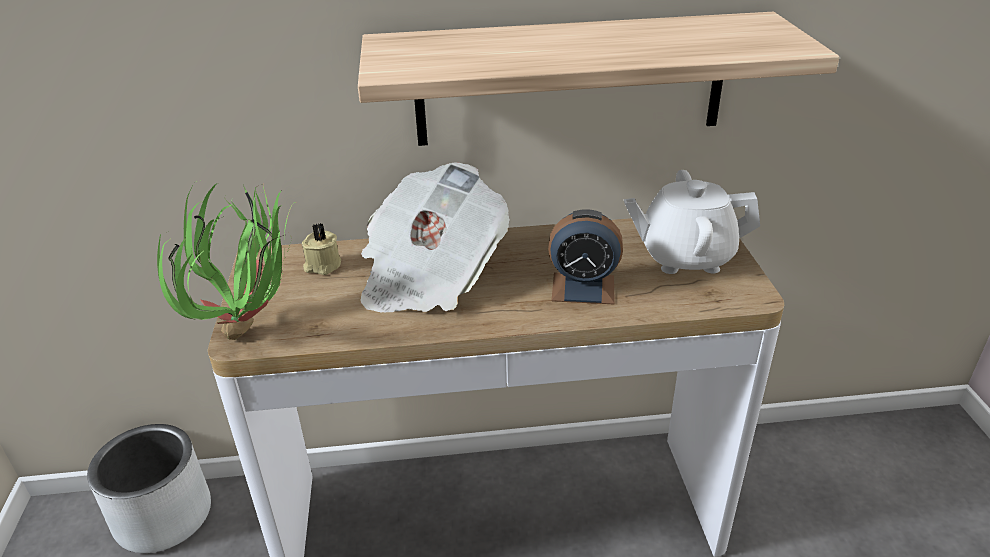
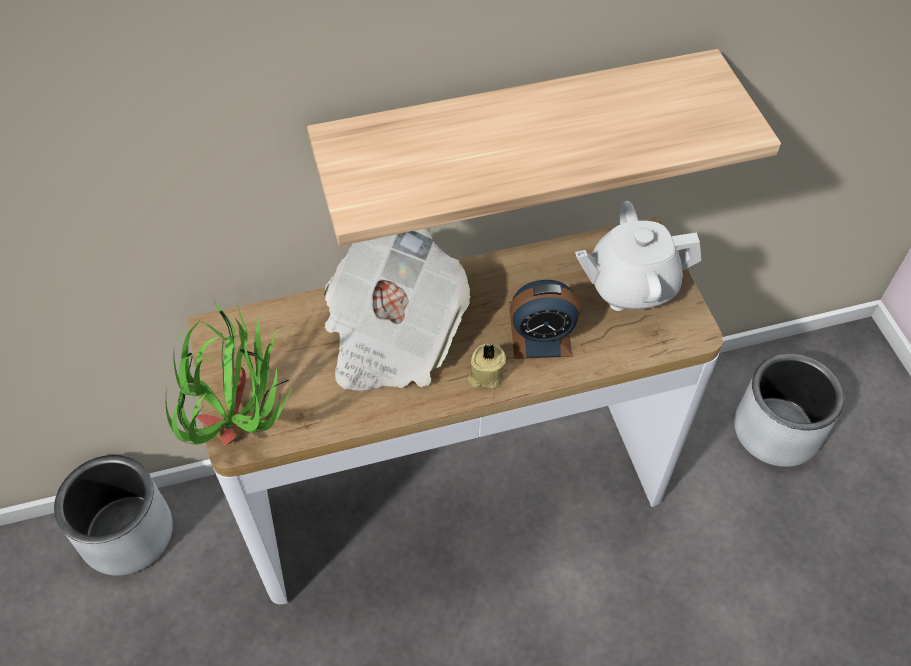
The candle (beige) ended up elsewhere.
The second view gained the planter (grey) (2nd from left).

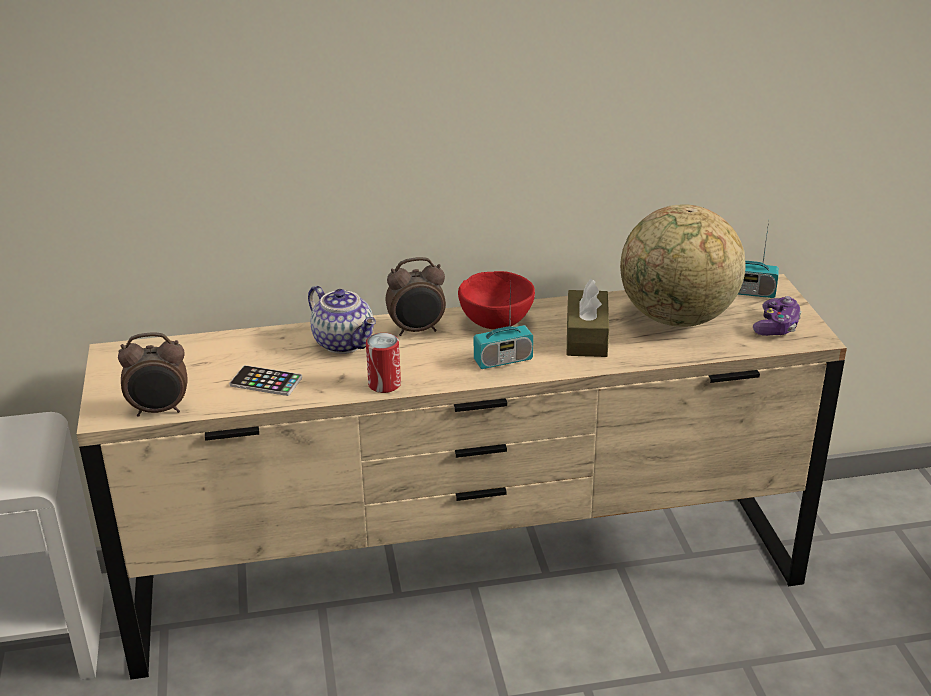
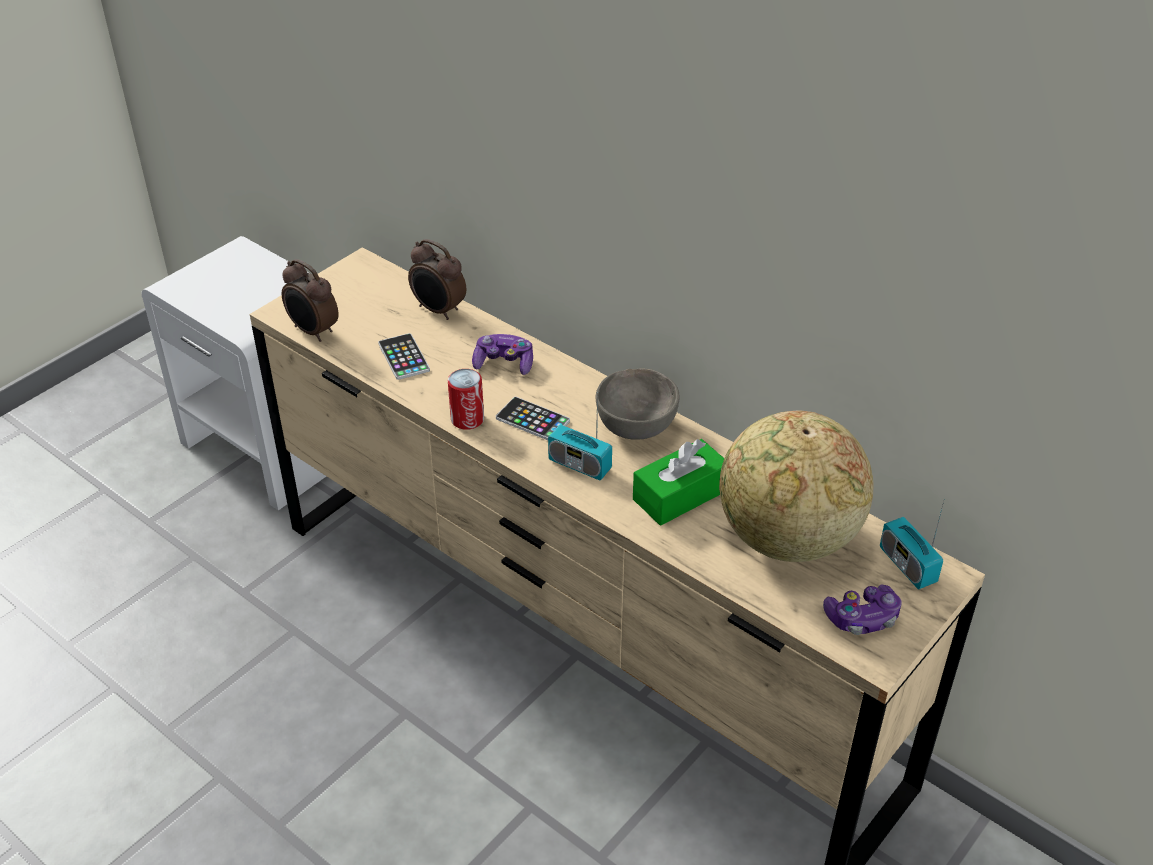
Where the teapot stood, the game controller (1st from left) came to stand.
The alarm clock (2nd from left) ended up elsewhere.
What was the bowl (red) turned into the bowl (grey).
What was the tissue box (brown) turned into the tissue box (green).
The second view gained the phone (2nd from left).

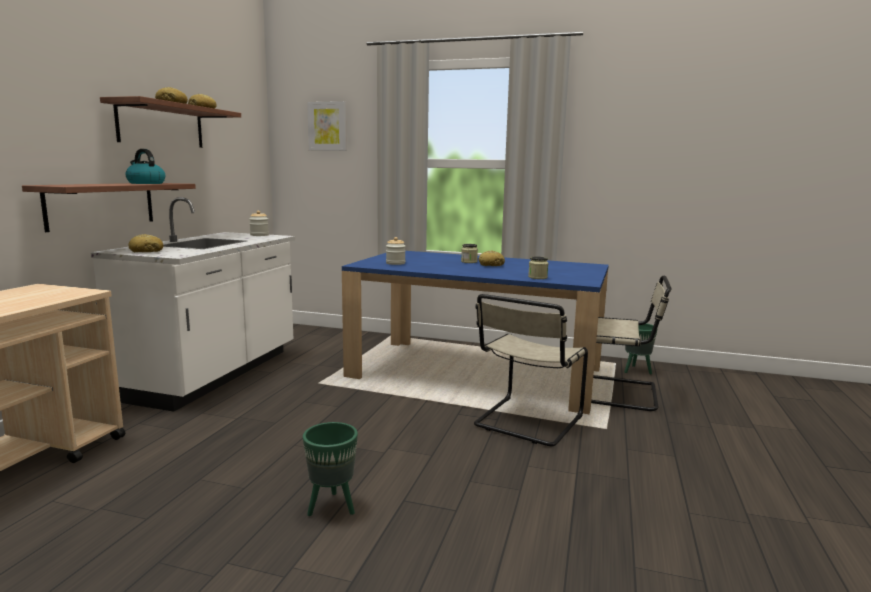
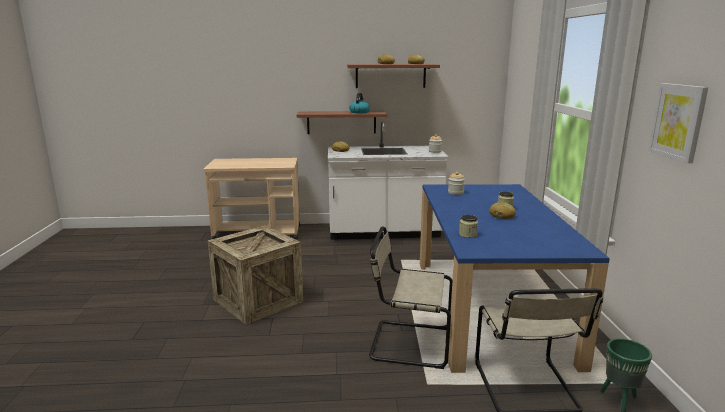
Where the planter (green) (1st from left) stood, the crate came to stand.
The picture ended up elsewhere.

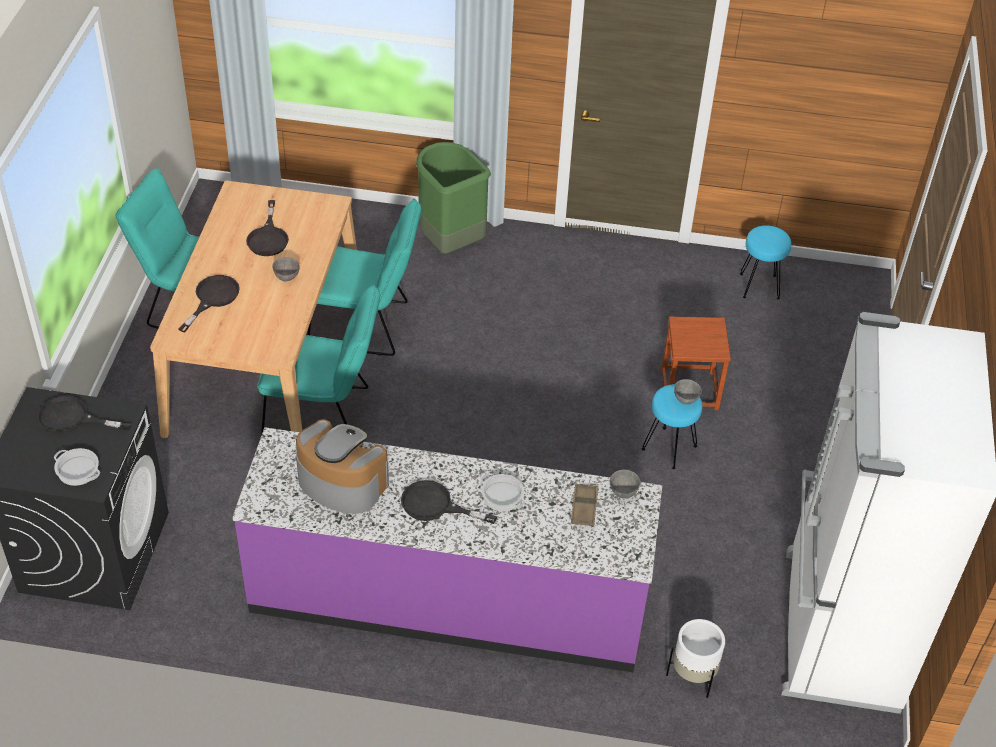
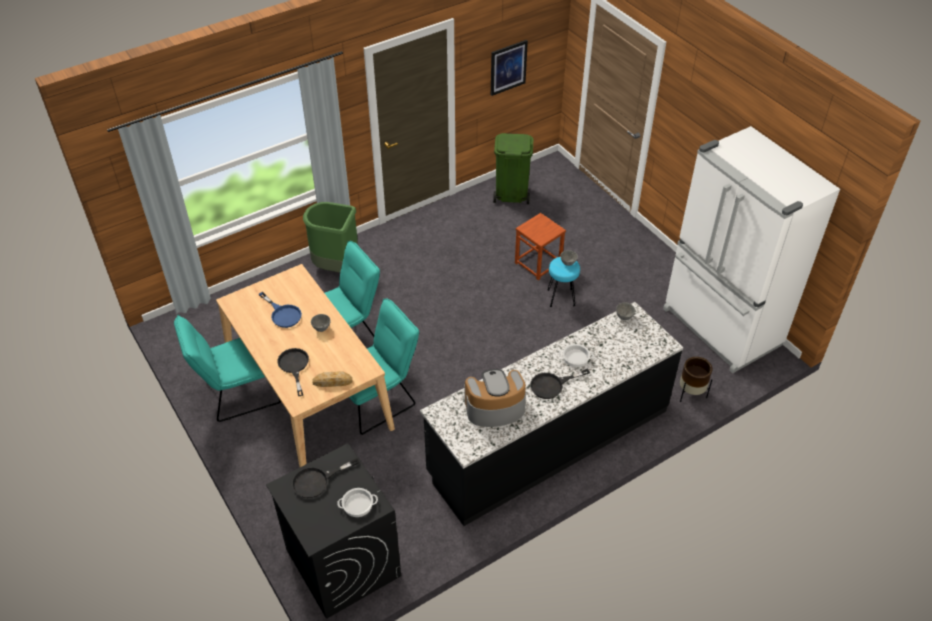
What was the counter (purple) turned into the counter (black).
What was the frying pan (black) (3rd from left) turned into the frying pan (blue).
The second view lost the tray (brown).
What was the planter (white) turned into the planter (brown).
Where the stool (turquoise) (2nd from left) stood, the trash can (green) (2nd from left) came to stand.
The second view gained the bread.
The second view gained the picture.

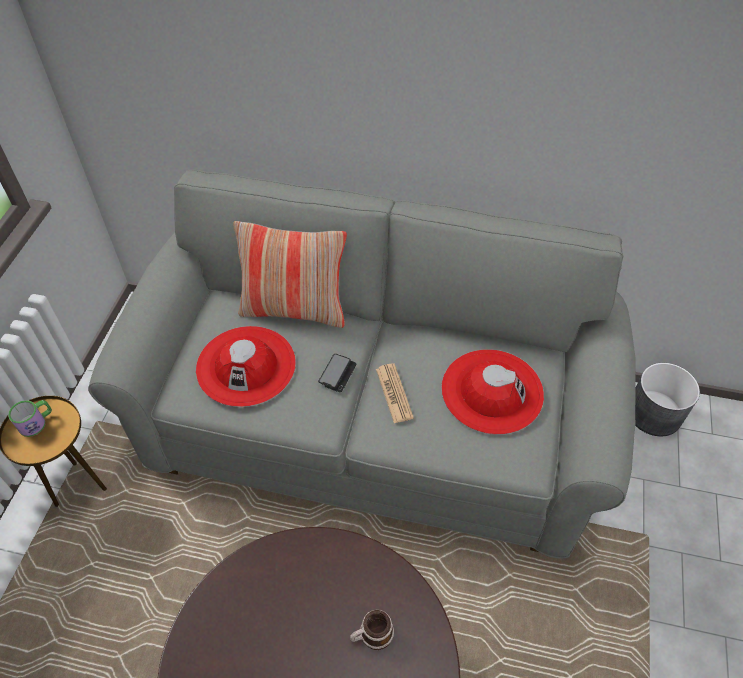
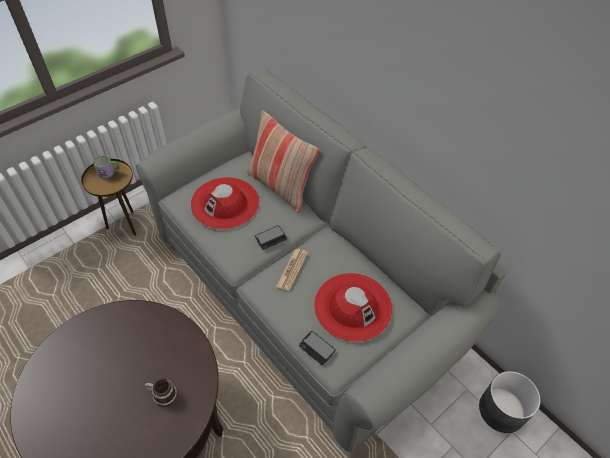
The second view gained the phone (2nd from left).

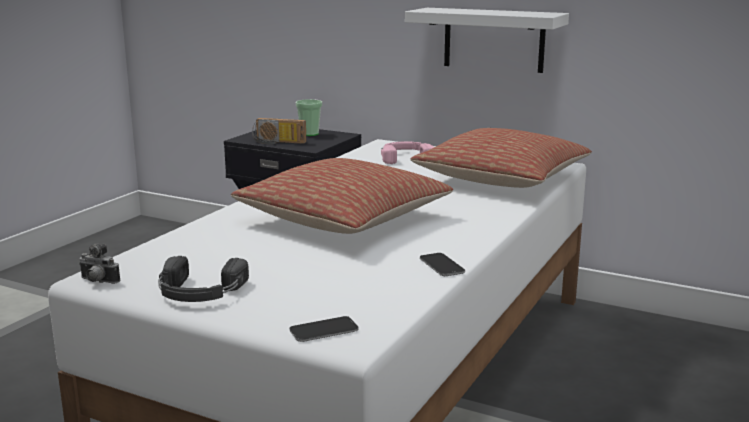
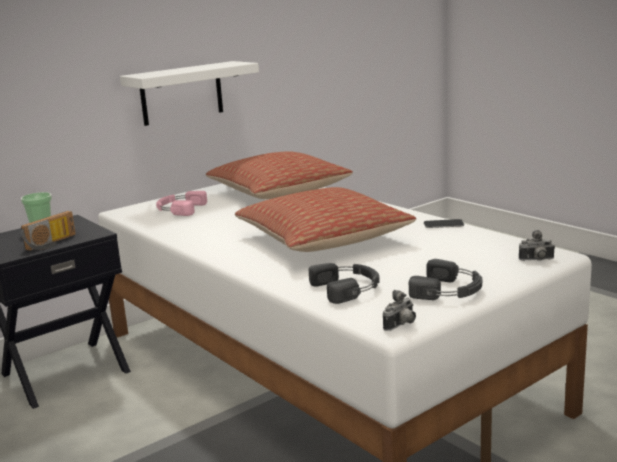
Where the phone (1st from left) stood, the photo camera (2nd from left) came to stand.
The second view gained the headphones (black) (1st from left).

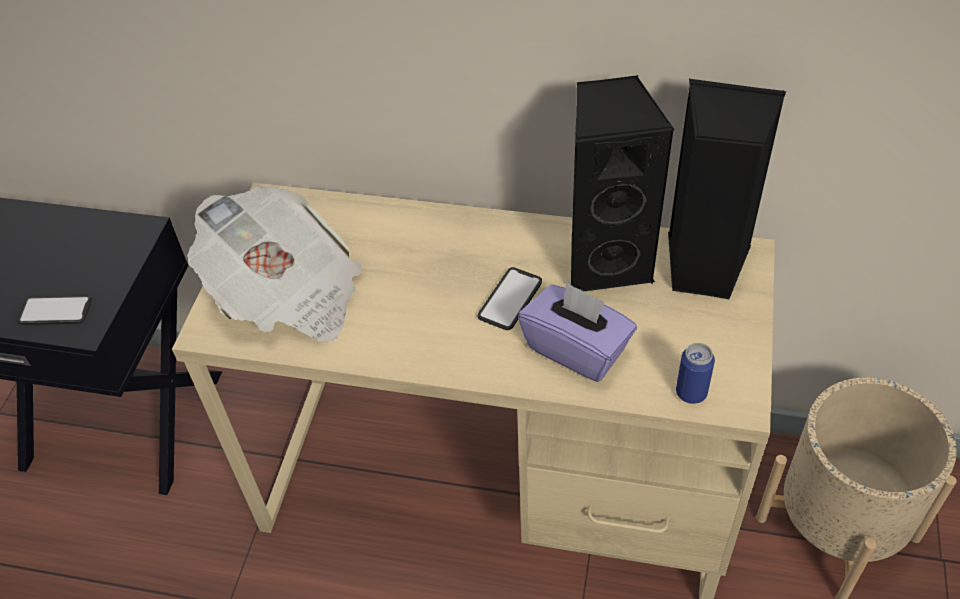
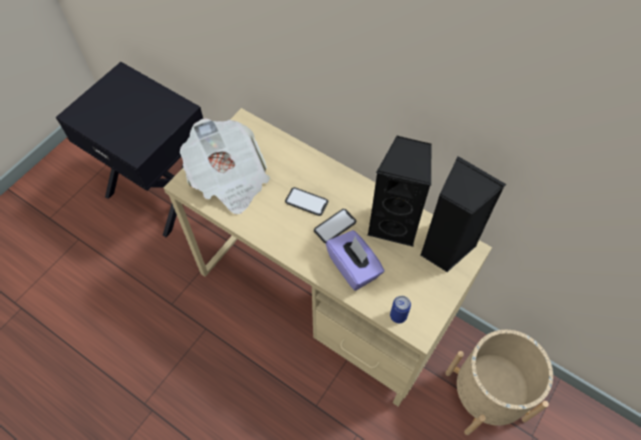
The phone (1st from left) ended up elsewhere.

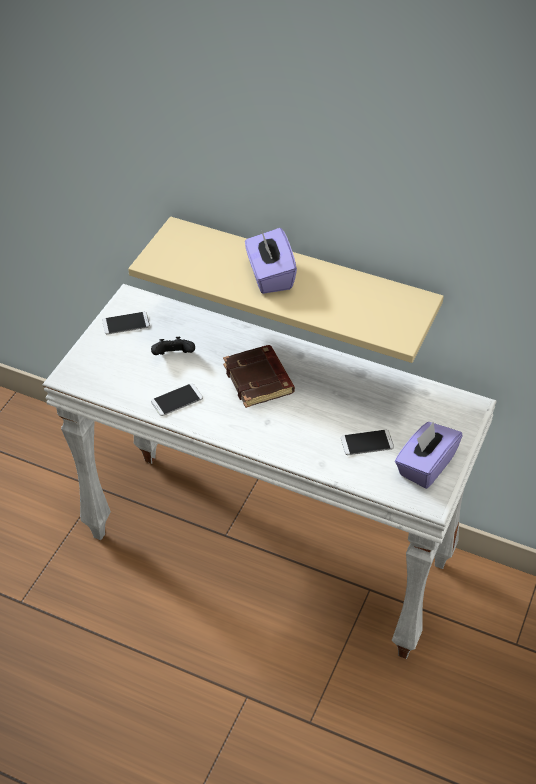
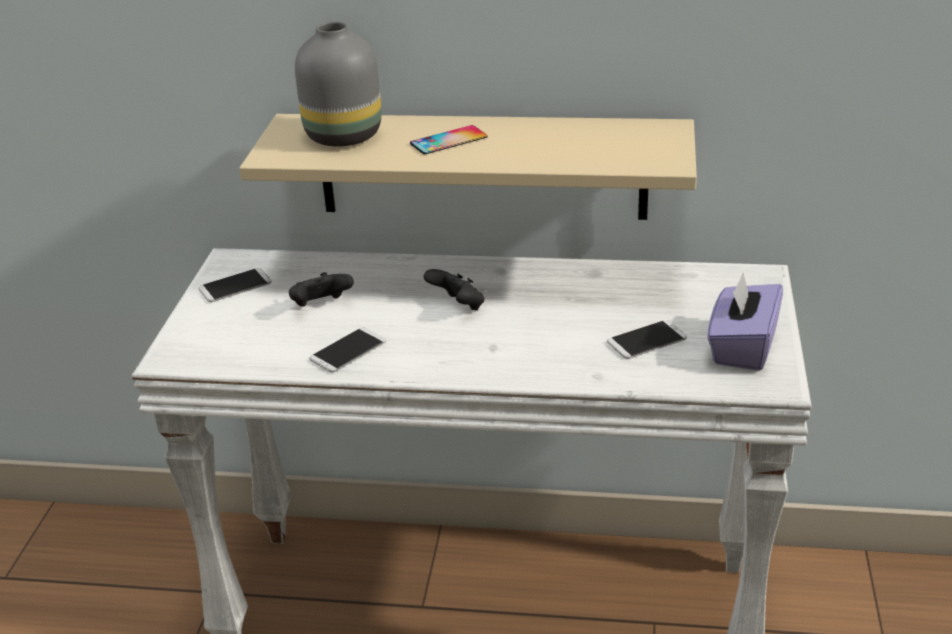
Where the book (brown) stood, the game controller (black) (2nd from left) came to stand.
Where the tissue box (purple) (1st from left) stood, the phone (3rd from left) came to stand.
The second view gained the vase (grey).

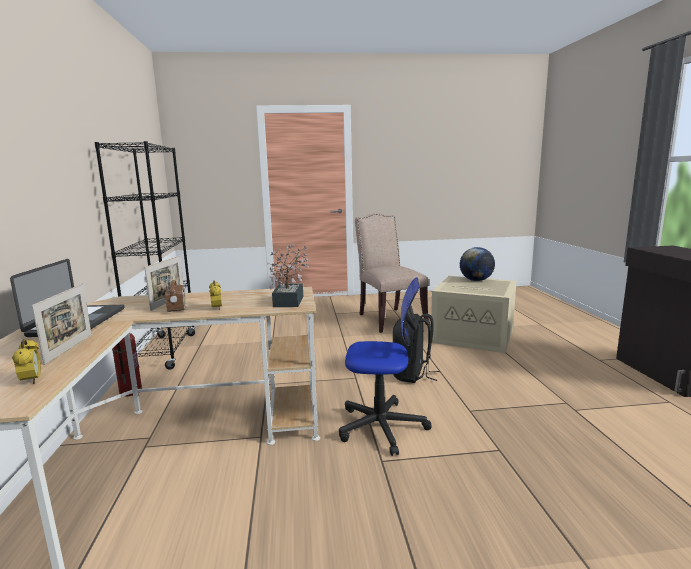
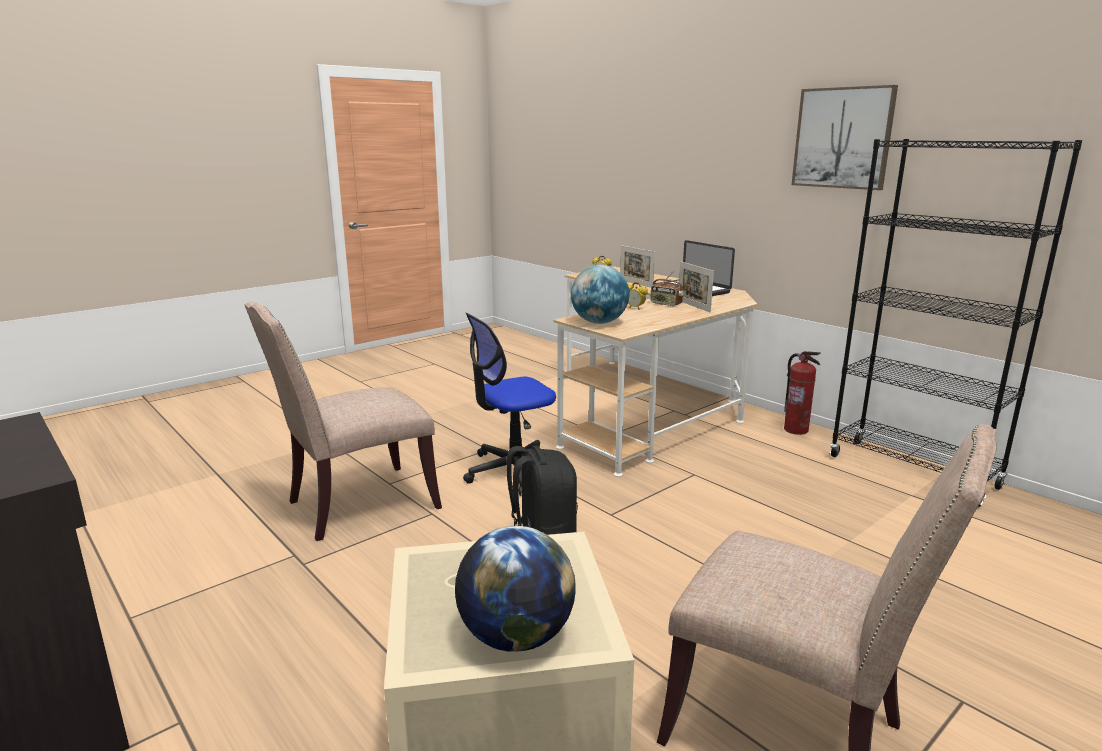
Where the potted plant stood, the globe (2nd from left) came to stand.
The second view gained the chair (beige) (1st from left).
The second view gained the picture.

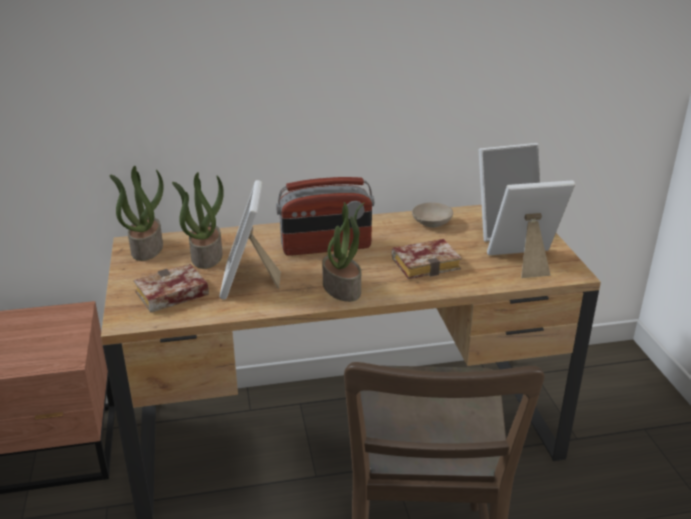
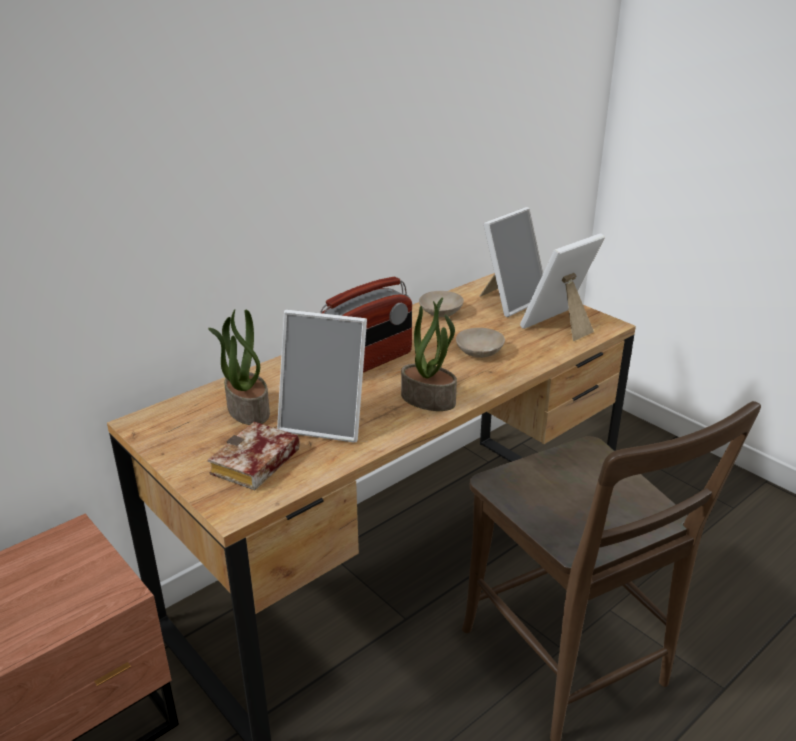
The second view lost the potted plant (1st from left).
The picture frame (1st from left) ended up facing another way, 45 degrees counterclockwise from before.
Where the book (2nd from left) stood, the bowl (beige) (2nd from left) came to stand.

